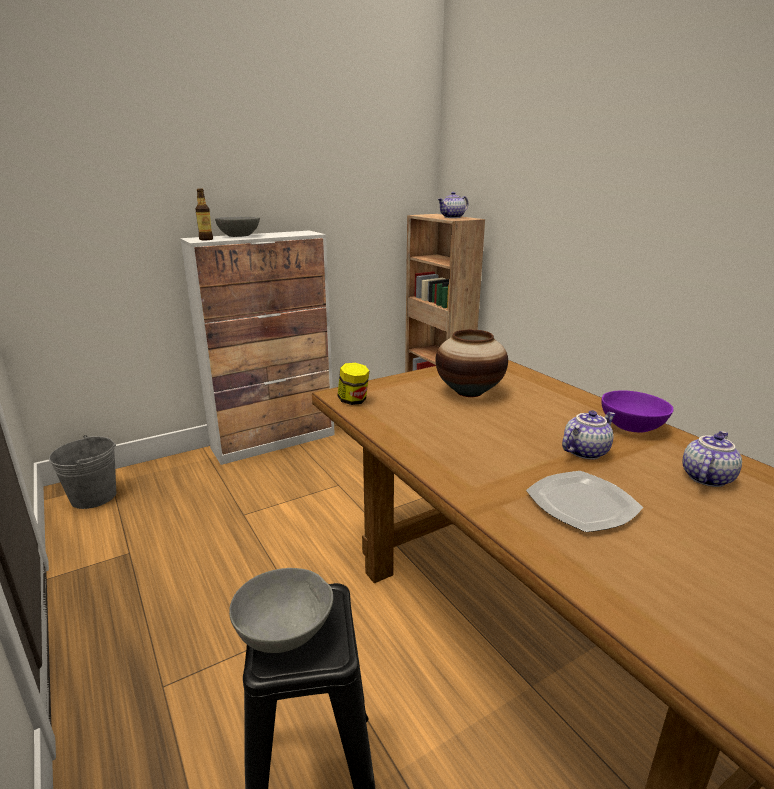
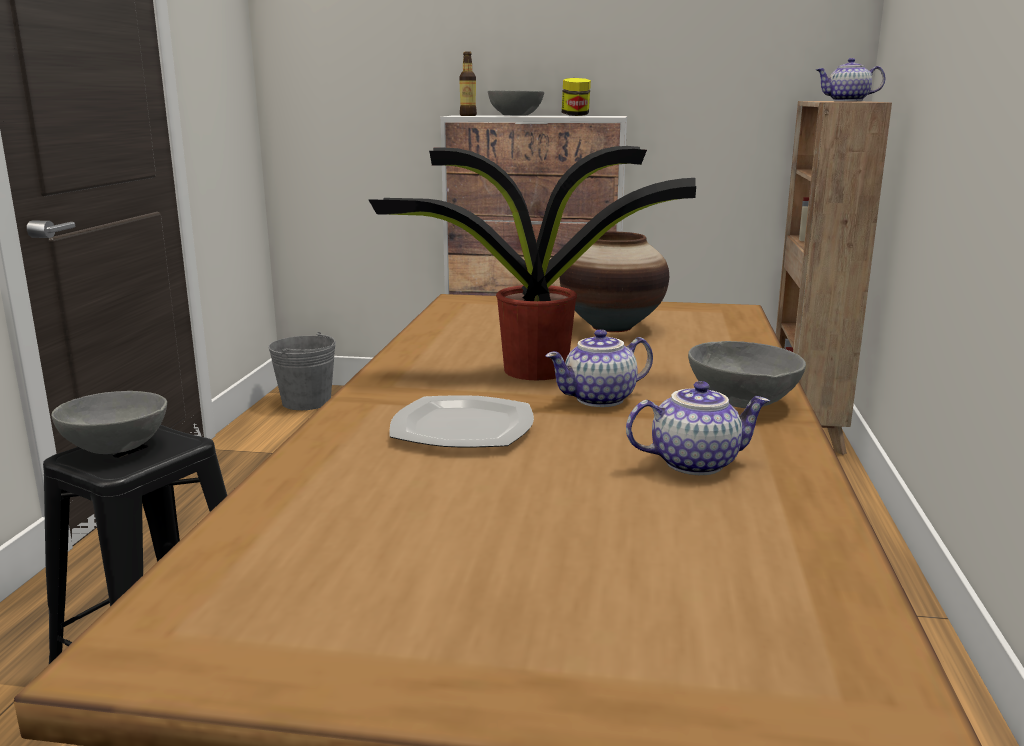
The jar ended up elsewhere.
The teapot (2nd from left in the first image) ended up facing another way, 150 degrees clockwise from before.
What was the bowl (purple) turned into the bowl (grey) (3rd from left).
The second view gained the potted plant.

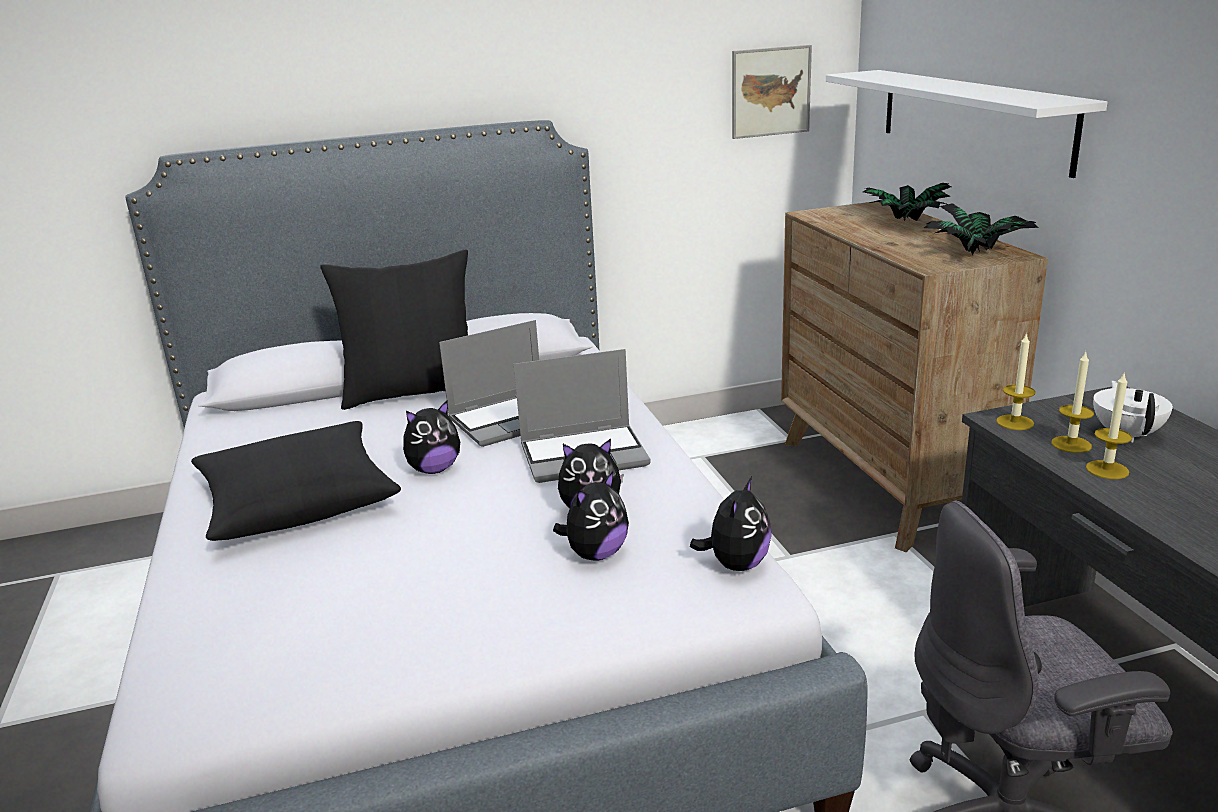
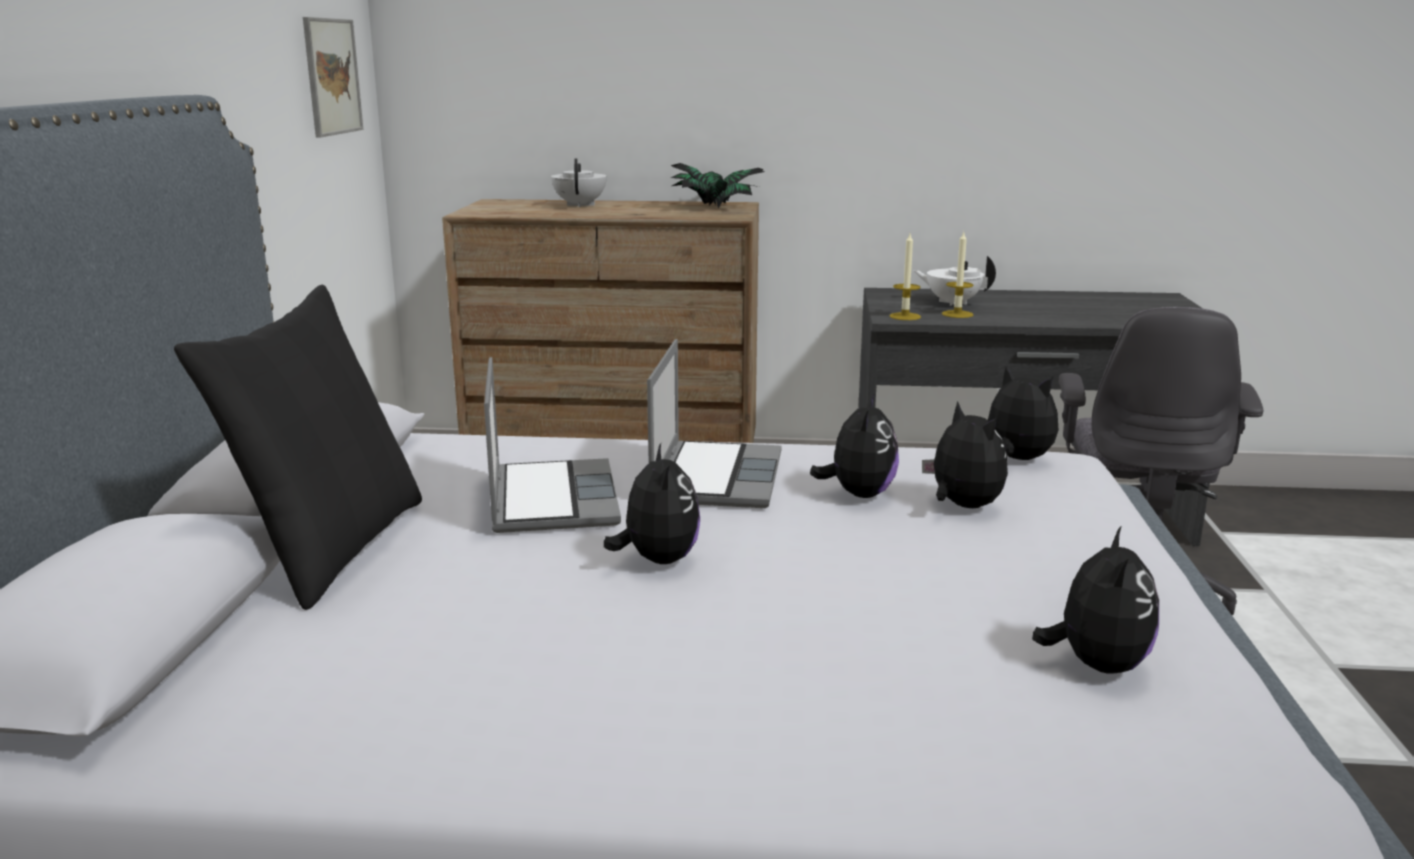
The second view lost the pillow (black) (1st from left).
The second view lost the shelf (white).
Where the potted plant (1st from left) stood, the teapot (white) (1st from left) came to stand.
The second view lost the candle (3rd from left).
The second view gained the plush toy (5th from left).

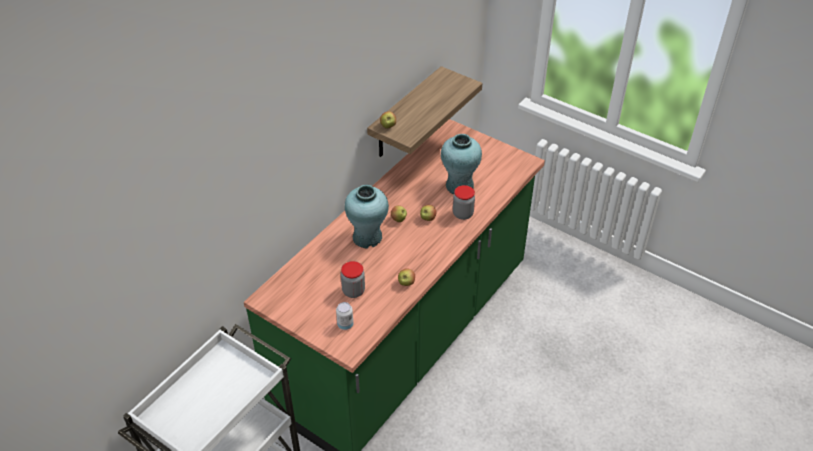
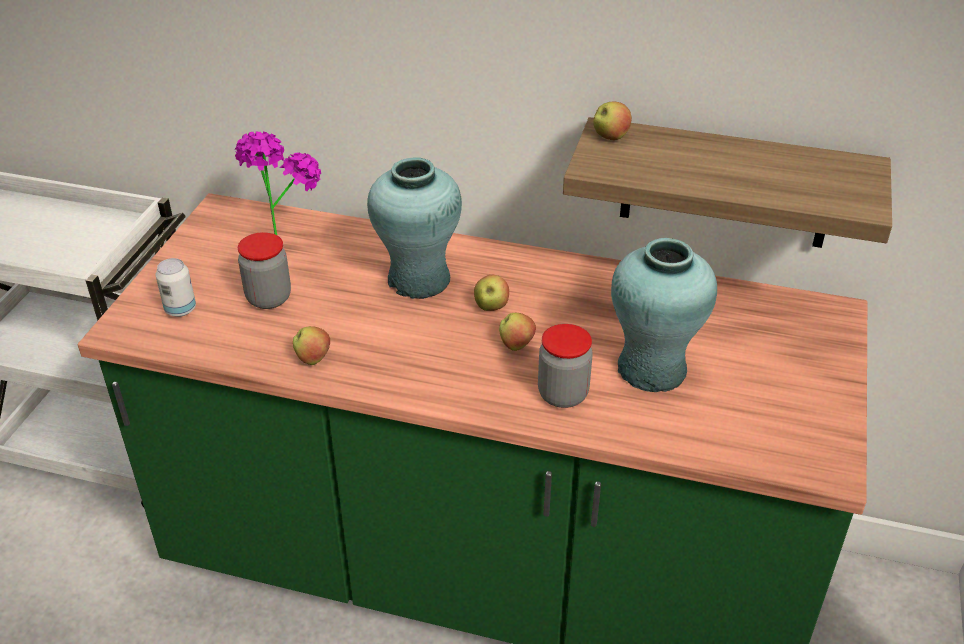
The second view gained the potted plant.

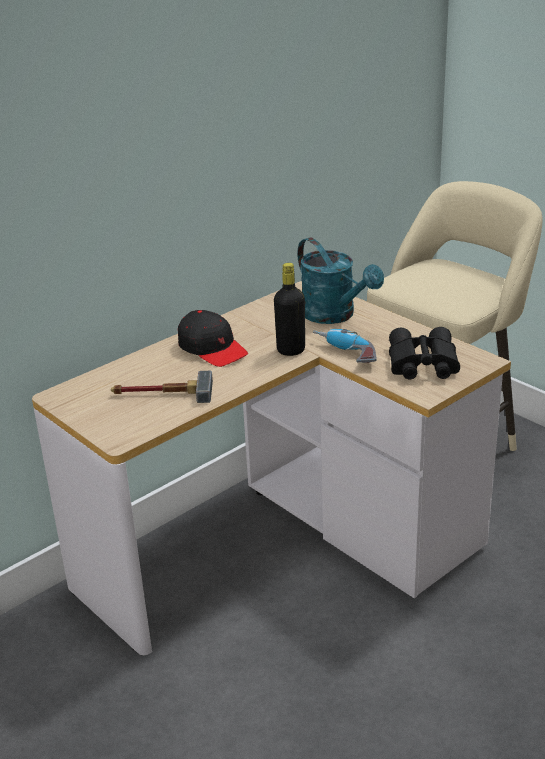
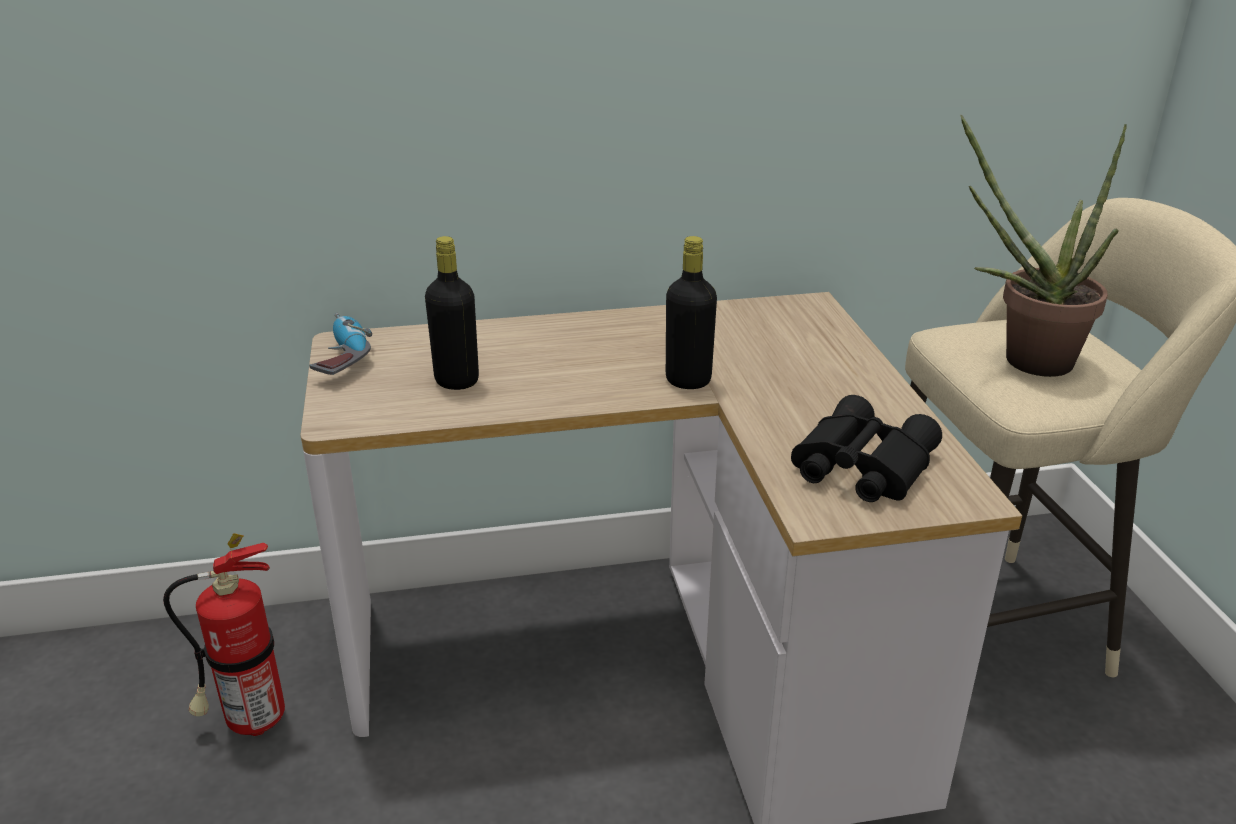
Where the hammer stood, the bottle (black) (1st from left) came to stand.
The second view lost the cap (black).
The second view lost the watering can (turquoise).
The power drill ended up elsewhere.
The second view gained the fire extinguisher.
The second view gained the potted plant.

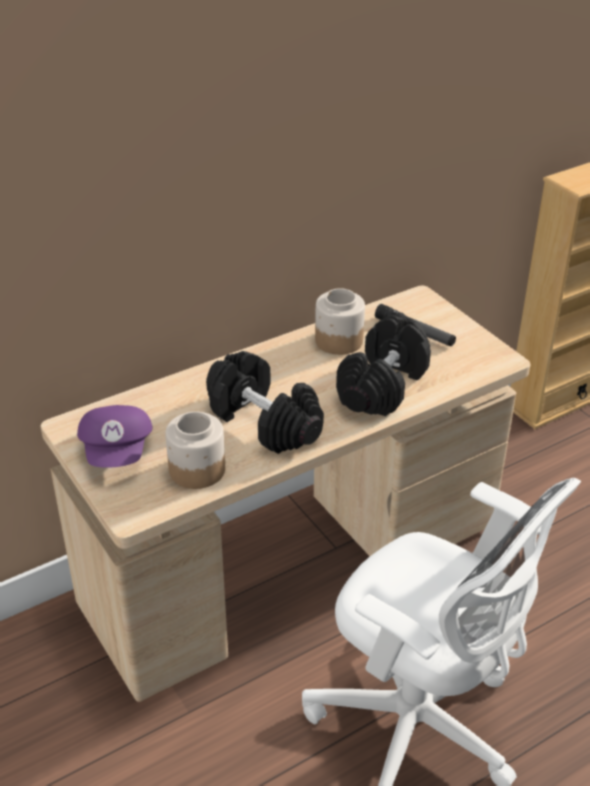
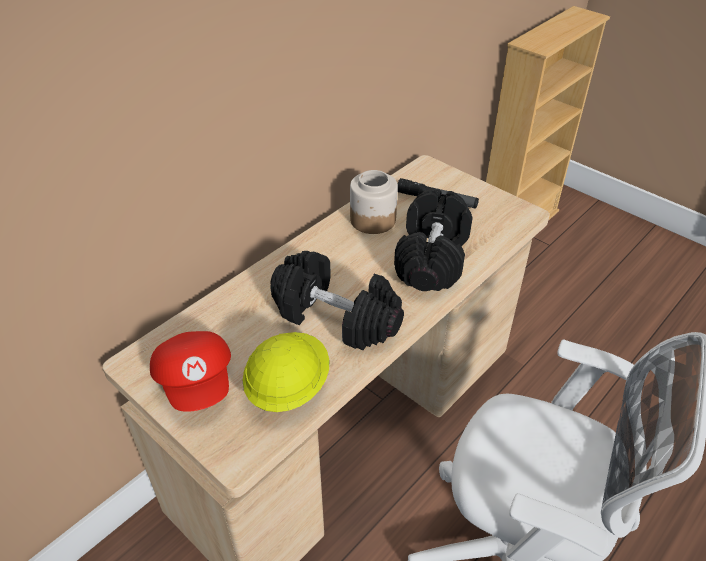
What was the cap (purple) turned into the cap (red).
Where the jar (1st from left) stood, the hard hat (yellow) came to stand.

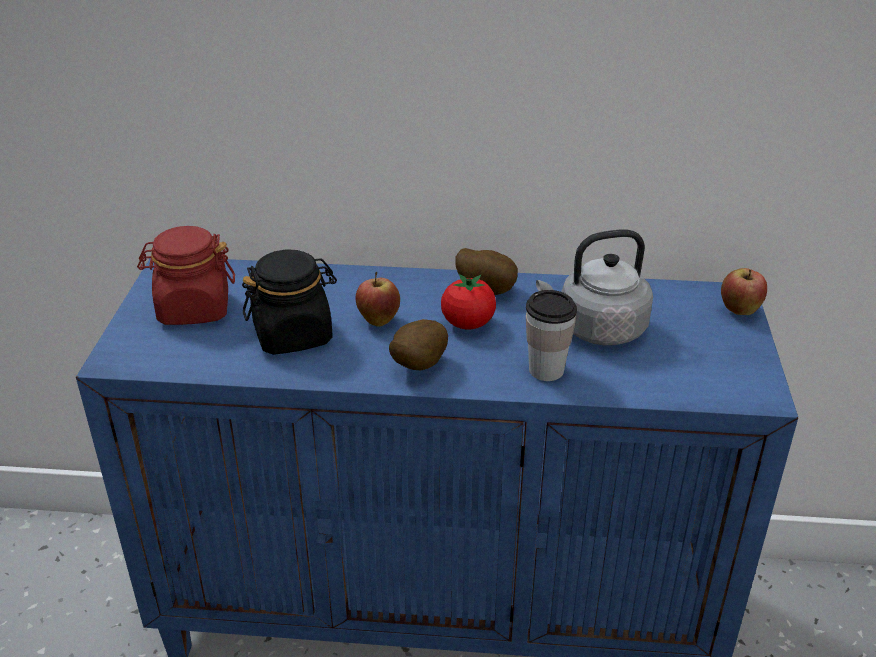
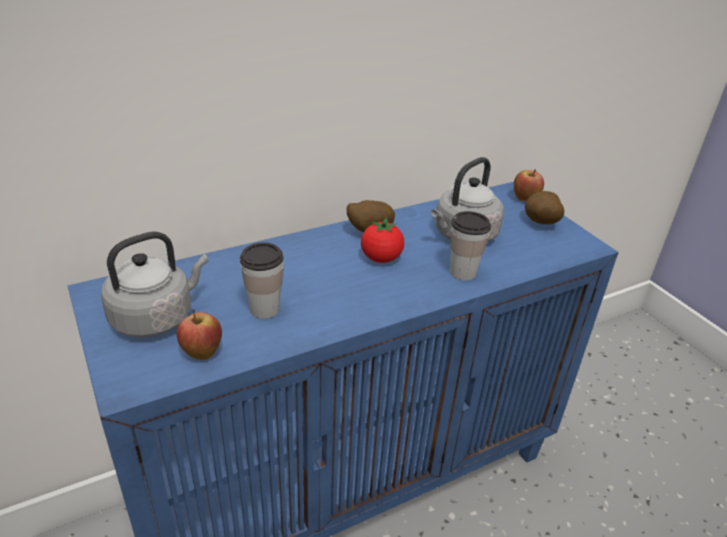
Where the jar (red) stood, the kettle (grey) (1st from left) came to stand.
Where the jar (black) stood, the cup (1st from left) came to stand.
The apple (1st from left) ended up elsewhere.
The potato (1st from left in the first image) ended up elsewhere.

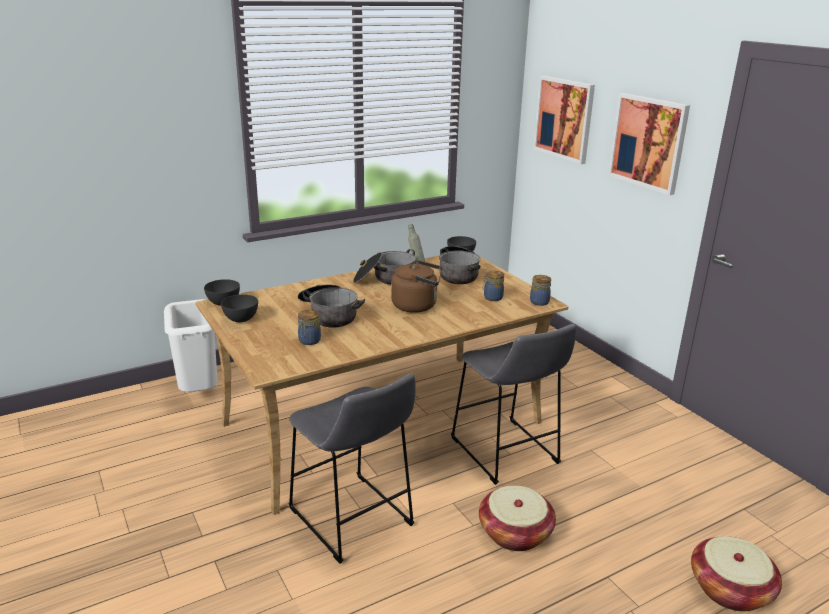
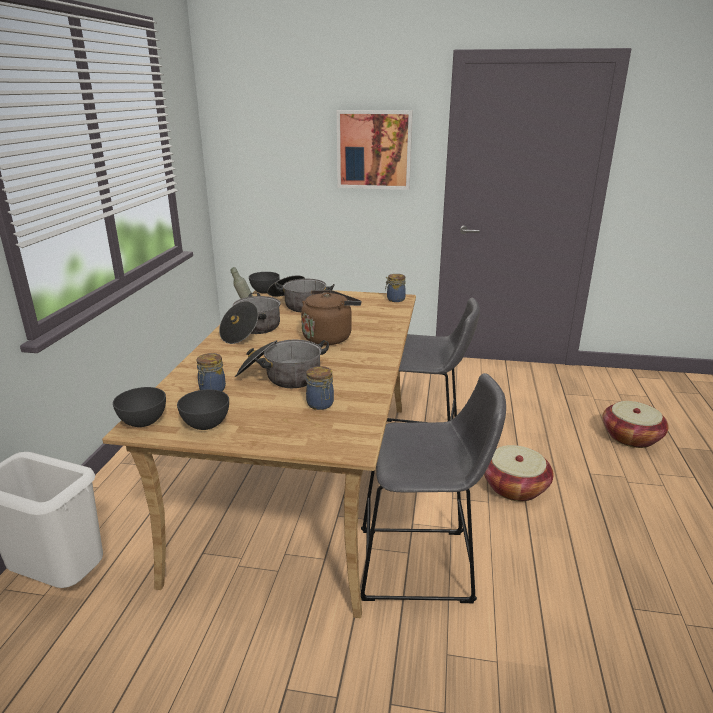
The jar (2nd from left in the first image) ended up elsewhere.
The second view lost the picture (1st from left).

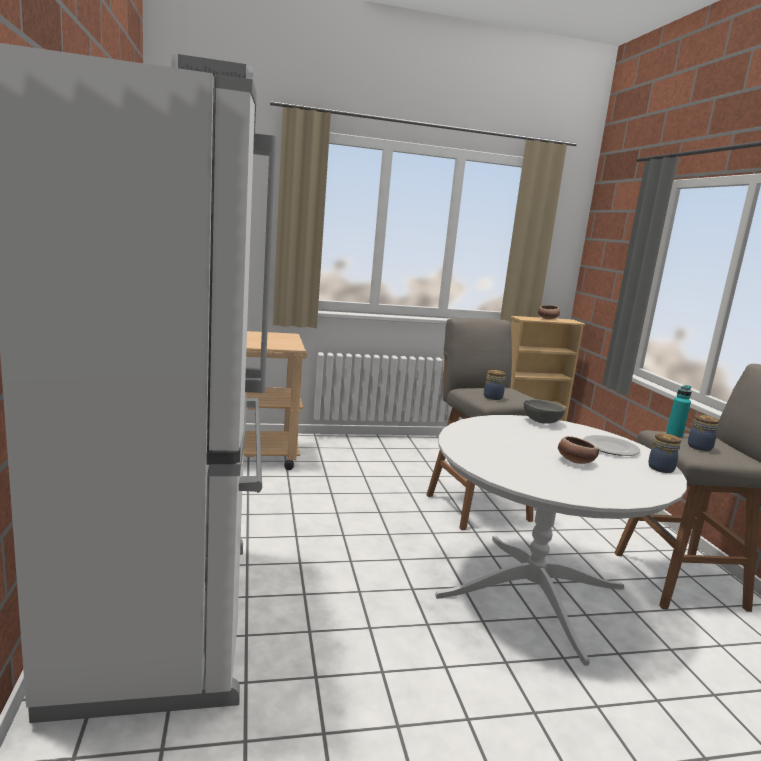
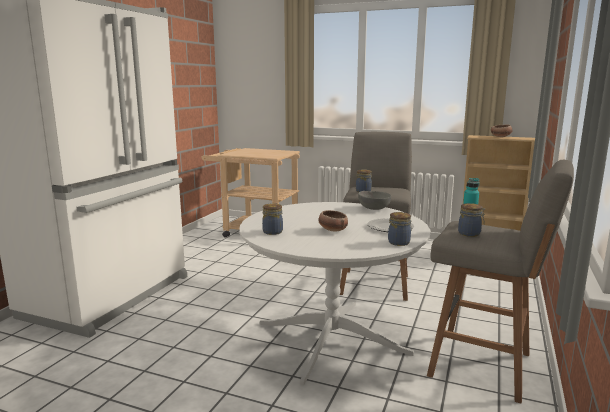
The second view gained the jar (1st from left).

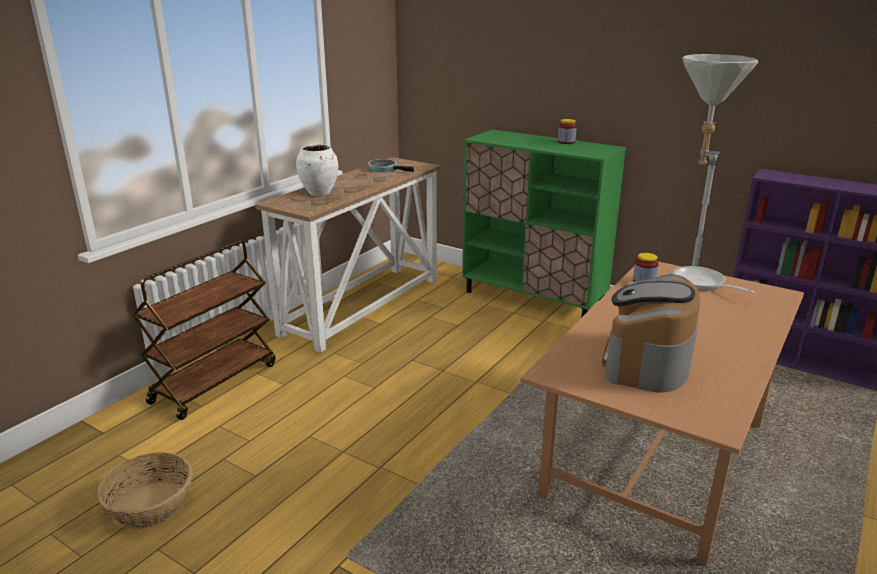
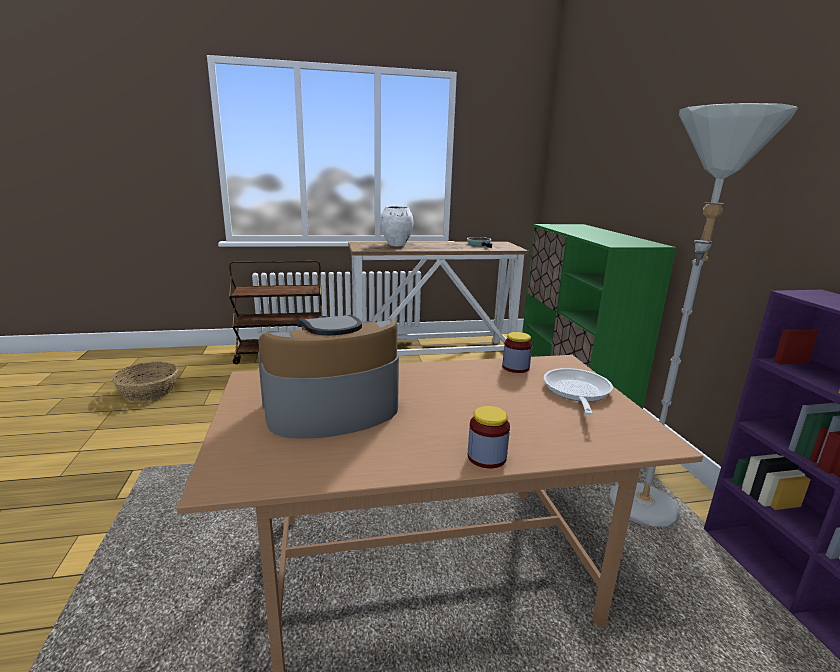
The jar (1st from left) ended up elsewhere.

